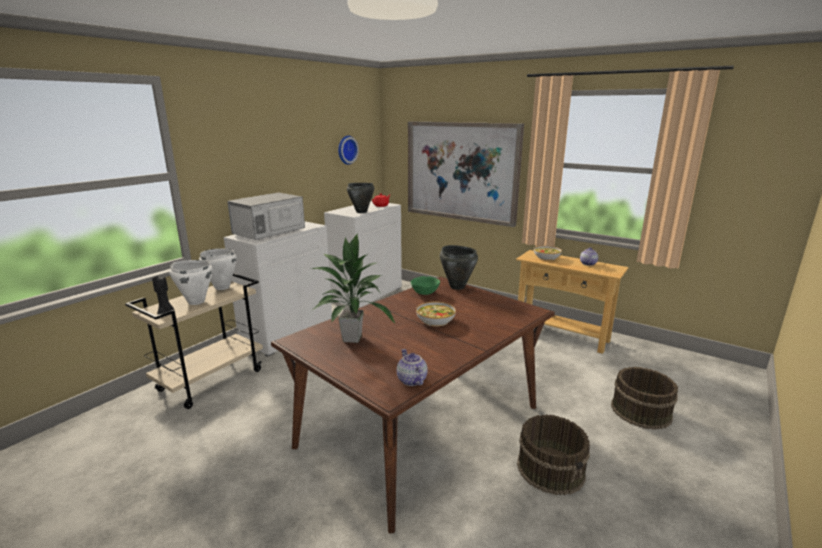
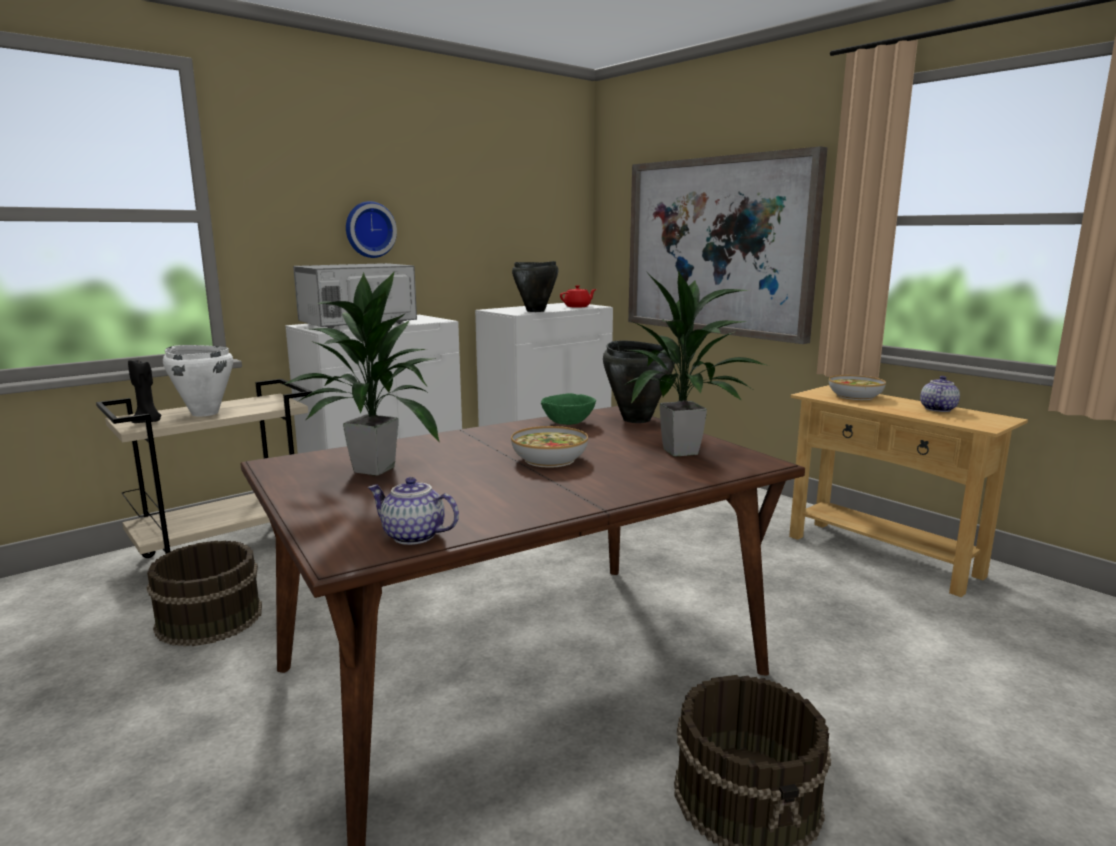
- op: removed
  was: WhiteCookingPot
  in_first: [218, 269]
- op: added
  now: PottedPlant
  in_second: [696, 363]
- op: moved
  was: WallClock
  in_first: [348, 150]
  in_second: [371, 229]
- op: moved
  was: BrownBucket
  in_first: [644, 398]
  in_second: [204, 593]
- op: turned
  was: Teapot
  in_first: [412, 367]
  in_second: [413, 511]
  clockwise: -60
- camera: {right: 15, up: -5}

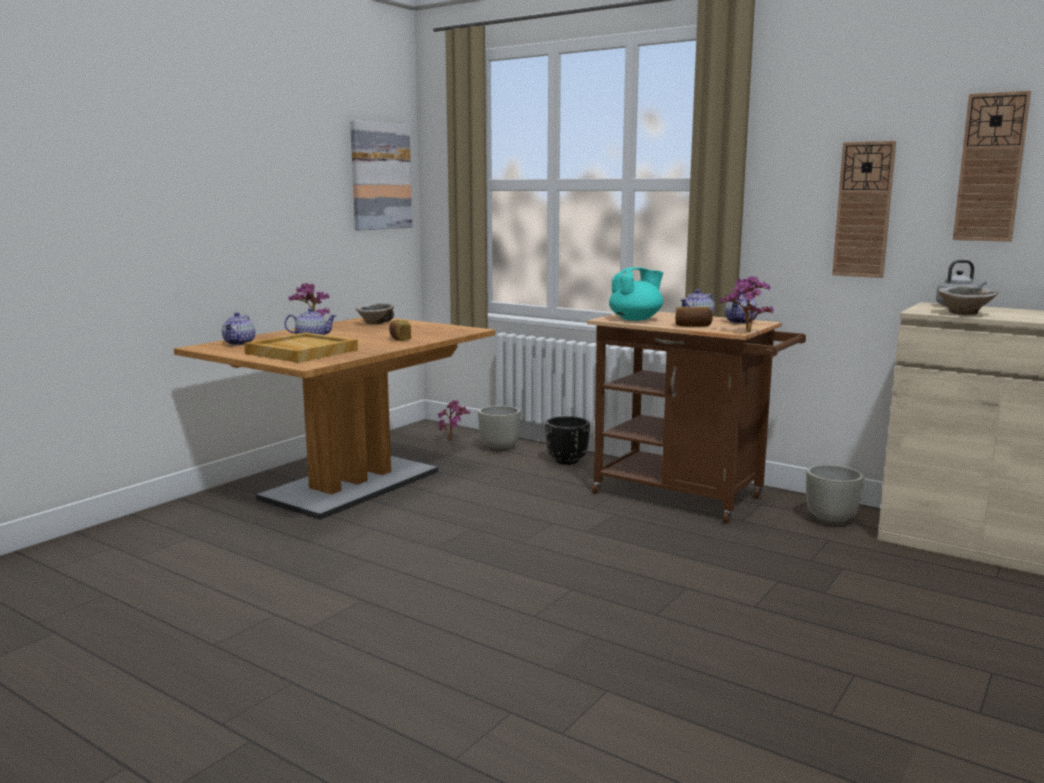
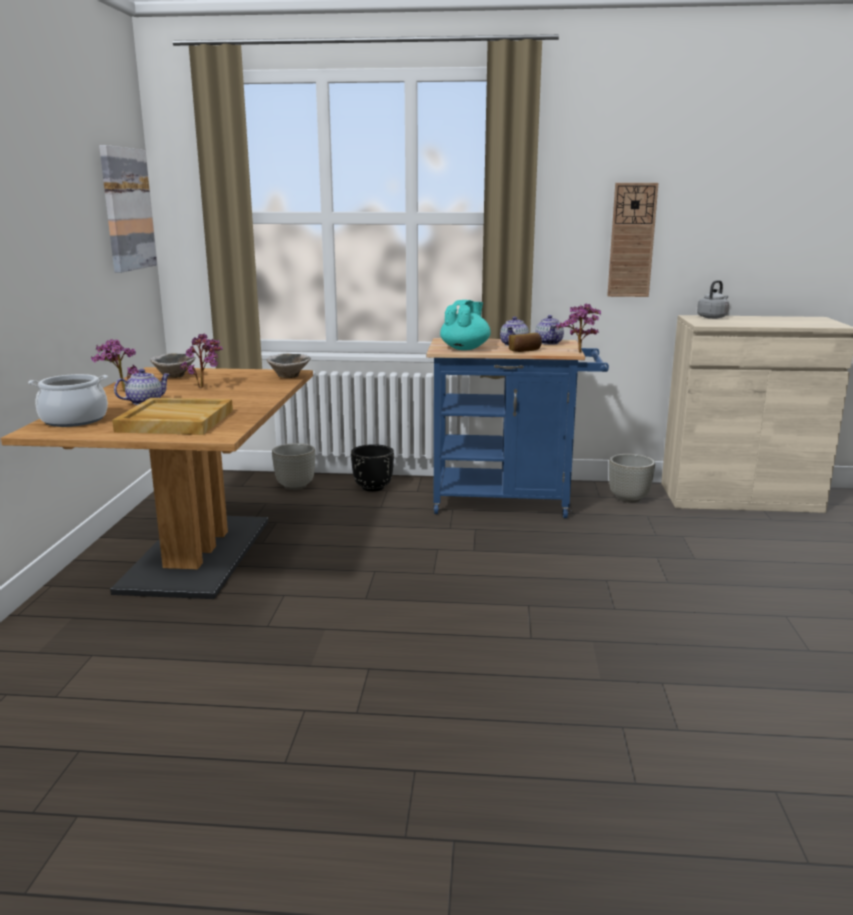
- op: removed
  was: Bread
  in_first: [400, 330]
- op: removed
  was: WallClock
  in_first: [992, 166]
- op: moved
  was: PottedPlant
  in_first: [454, 420]
  in_second: [201, 361]
- op: moved
  was: Bowl
  in_first: [968, 301]
  in_second: [288, 365]
- op: replaced
  was: Teapot
  now: CookingPot
  in_first: [238, 328]
  in_second: [68, 400]
- op: recoloured
  was: BrownCart
  now: BlueCart
  in_first: [696, 418]
  in_second: [517, 428]
- camera: {right: -30, up: 5}

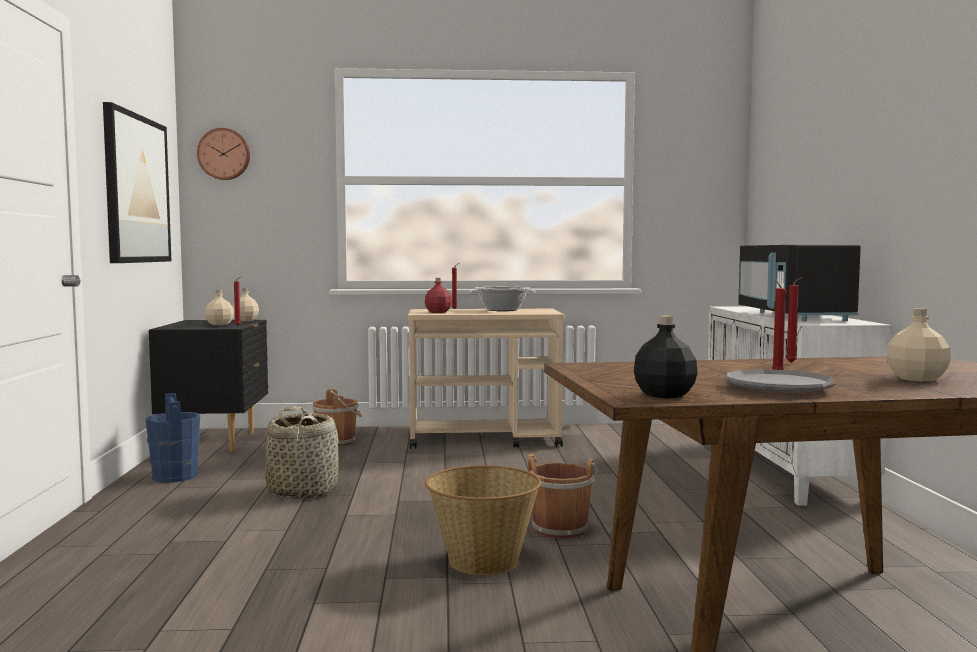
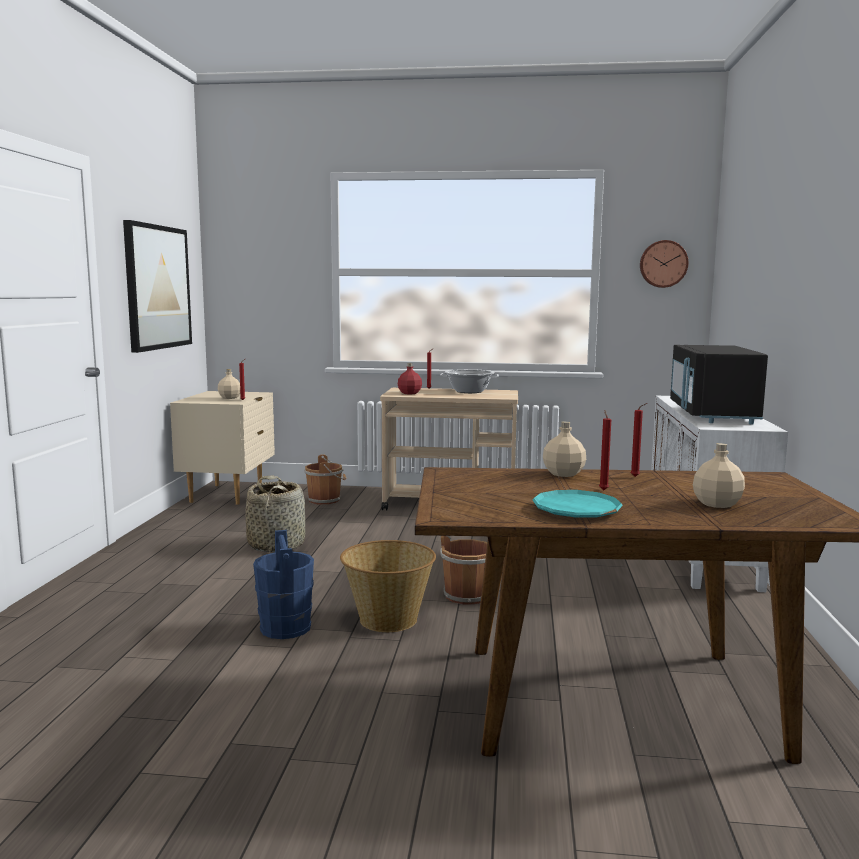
- op: removed
  was: BlackBottle
  in_first: [666, 357]
- op: moved
  was: BlueBucket
  in_first: [173, 437]
  in_second: [283, 584]
- op: moved
  was: WallClock
  in_first: [223, 154]
  in_second: [664, 264]
- op: moved
  was: BeigeBottle
  in_first: [246, 305]
  in_second: [564, 449]
- op: recoloured
  was: BlackNightstand
  now: BeigeNightstand
  in_first: [208, 386]
  in_second: [222, 448]
- op: recoloured
  was: GreyPlate
  now: TurquoisePlate
  in_first: [780, 381]
  in_second: [578, 504]
- camera: {right: 10, up: 5}

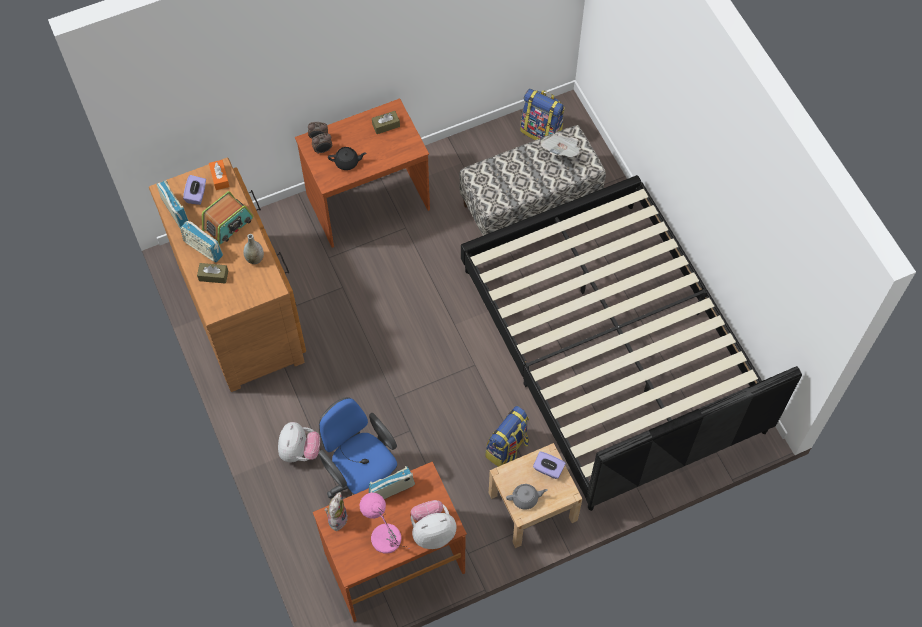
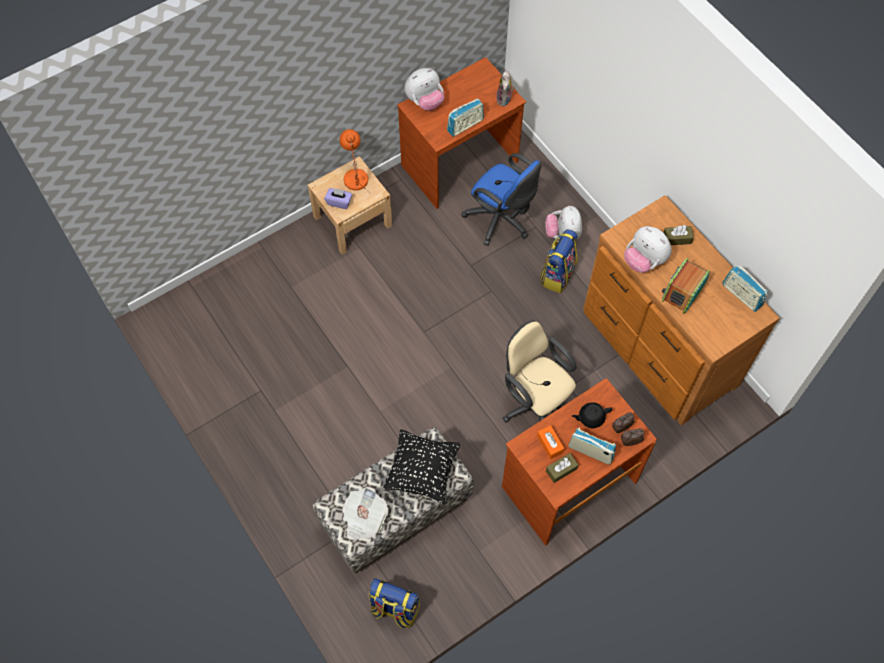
- op: removed
  was: PurpleTissueBox
  in_first: [194, 190]
- op: removed
  was: PinkTableLamp
  in_first: [384, 523]
- op: removed
  was: BlackBed
  in_first: [631, 343]
- op: added
  now: BlackPillow
  in_second: [421, 466]
- op: added
  now: BeigeOfficeChair
  in_second: [540, 371]
- op: moved
  was: Radio
  in_first: [201, 241]
  in_second: [592, 446]
- op: moved
  was: OrangeTissueBox
  in_first: [219, 175]
  in_second: [550, 442]
- op: moved
  was: Backpack
  in_first: [507, 436]
  in_second: [559, 261]
- op: replaced
  was: GreyVase
  now: PlushToy
  in_first: [254, 249]
  in_second: [648, 249]
- op: replaced
  was: GreyTeapot
  now: OrangeTableLamp
  in_first: [527, 497]
  in_second: [354, 160]
- camera: {right: 170, up: 0}

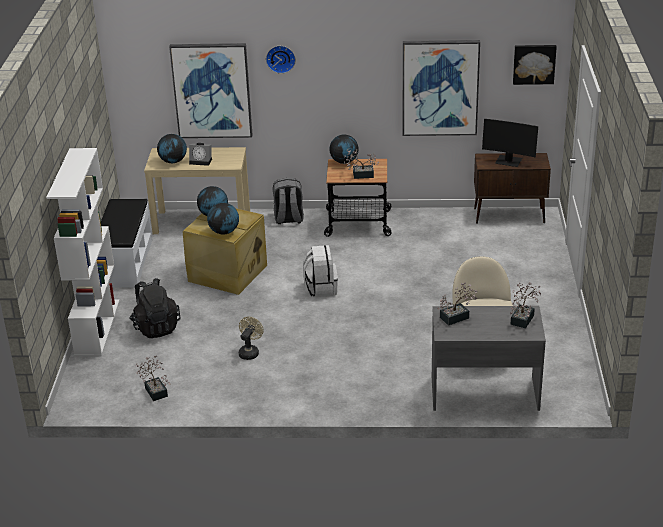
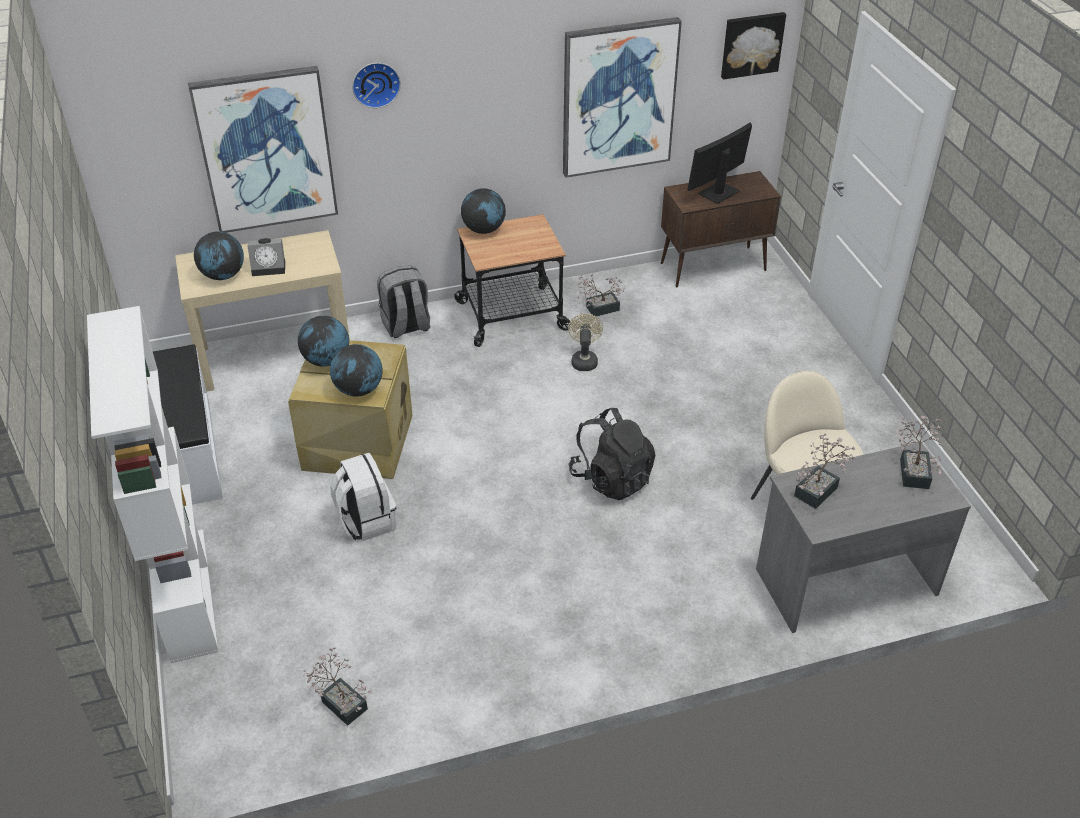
- op: moved
  was: BlackBackpack
  in_first: [154, 308]
  in_second: [612, 454]
- op: moved
  was: BeigeFan
  in_first: [251, 338]
  in_second: [585, 342]
- op: moved
  was: WhiteBackpack
  in_first: [320, 271]
  in_second: [364, 497]
- op: moved
  was: PottedPlant
  in_first: [361, 164]
  in_second: [601, 295]
- op: turned
  was: Monitor
  in_first: [510, 143]
  in_second: [719, 163]
  clockwise: 135
- camera: {right: -20, up: 10}

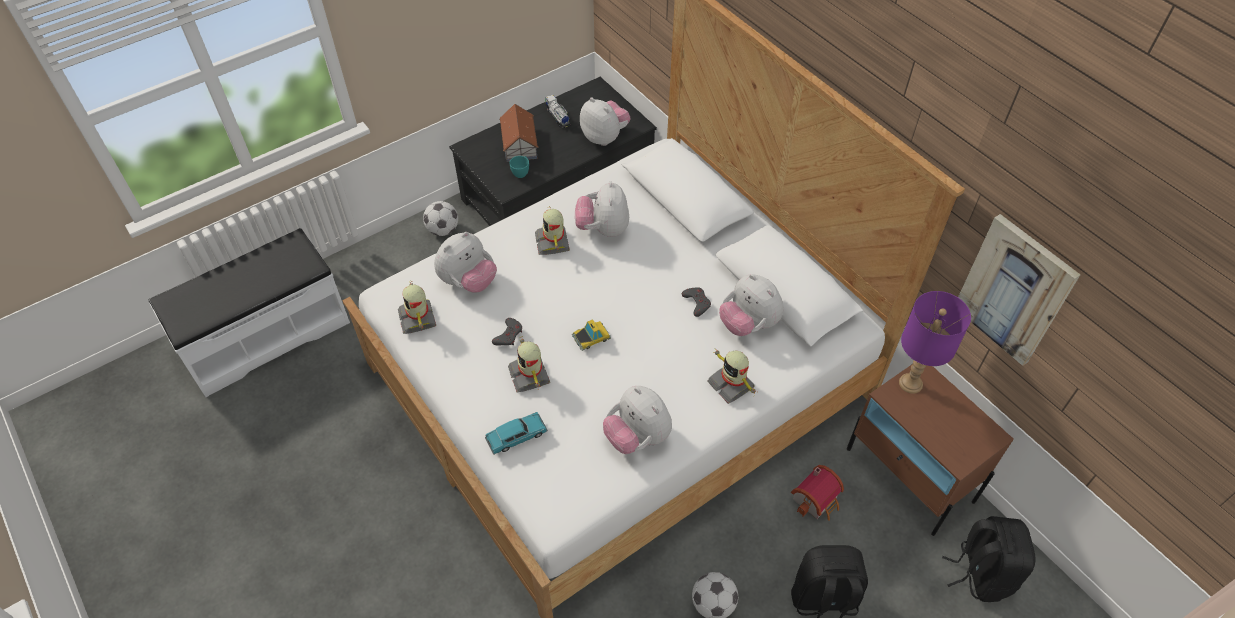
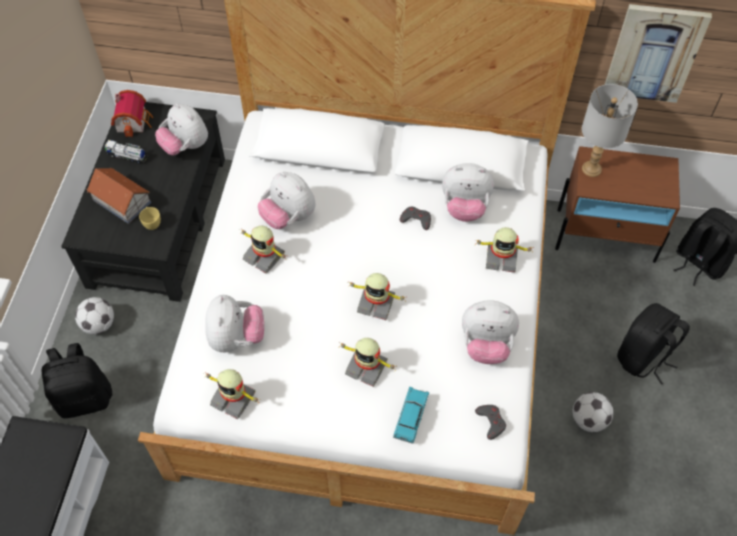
- op: added
  now: BlackBackpack
  in_second: [77, 380]
- op: moved
  was: GreyGameController
  in_first: [507, 331]
  in_second: [490, 422]
- op: moved
  was: ToyHouse
  in_first: [817, 493]
  in_second: [132, 113]
- op: replaced
  was: ToyCar
  now: ToyRobot
  in_first: [591, 335]
  in_second: [377, 296]
- op: recoloured
  was: TurquoiseCup
  now: YellowCup
  in_first: [519, 167]
  in_second: [150, 218]
- op: recoloured
  was: PurpleTableLamp
  now: GreyTableLamp
  in_first: [935, 342]
  in_second: [610, 130]
- op: turned
  was: PlushToy
  in_first: [605, 122]
  in_second: [181, 129]
  clockwise: -135
- camera: {right: -45, up: 5}

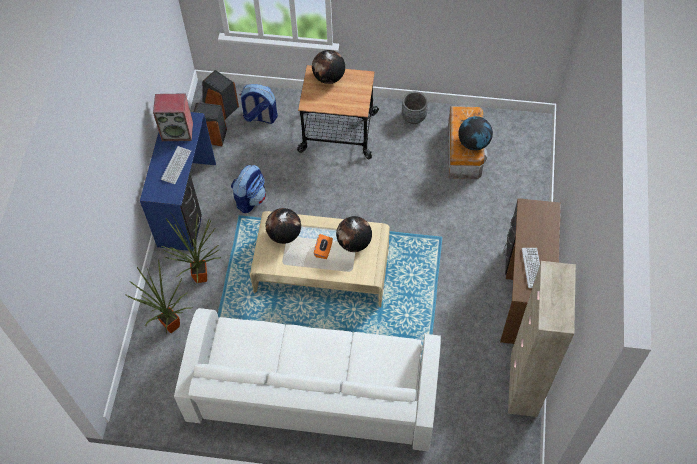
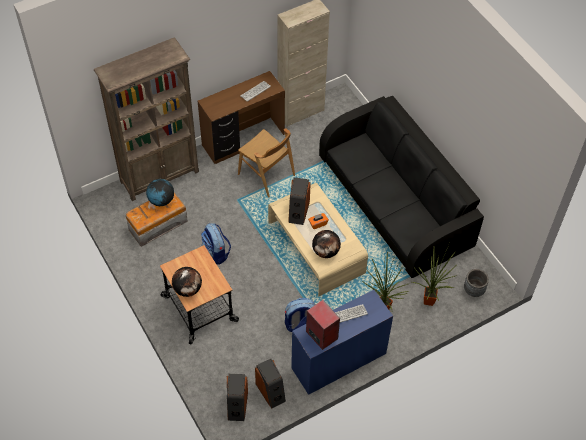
- op: added
  now: BrownBookcase
  in_second: [146, 119]
- op: added
  now: BrownChair
  in_second: [266, 163]
- op: moved
  was: Backpack
  in_first: [259, 104]
  in_second: [216, 244]
- op: moved
  was: GreyPlanter
  in_first: [415, 107]
  in_second: [476, 283]
- op: replaced
  was: Globe
  now: Speaker
  in_first: [354, 234]
  in_second: [299, 201]
- op: recoloured
  was: WhiteSofa
  now: BlackSofa
  in_first: [307, 379]
  in_second: [401, 187]
- camera: {right: -130, up: -5}

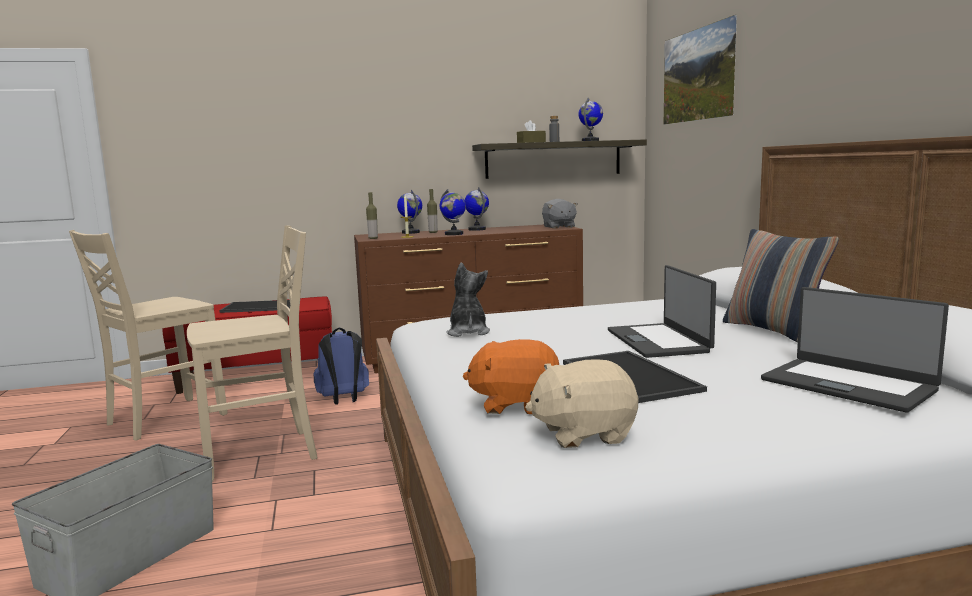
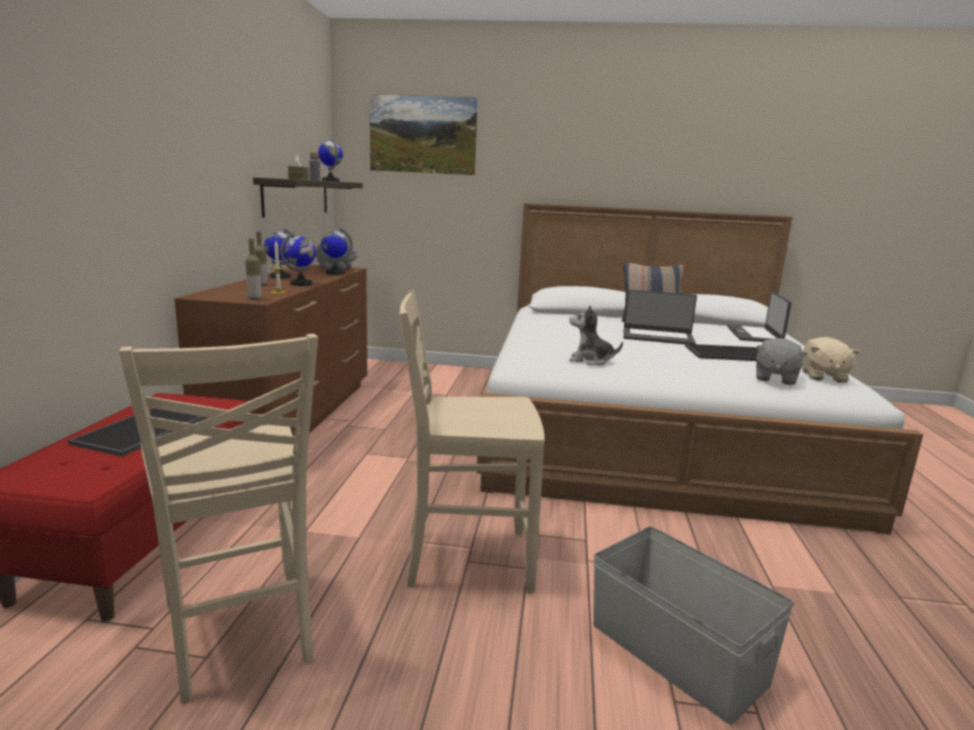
- op: removed
  was: BlueBackpack
  in_first: [341, 366]
- op: moved
  was: Globe
  in_first: [409, 212]
  in_second: [337, 251]
- op: recoloured
  was: OrangePlushToy
  now: GreyPlushToy
  in_first: [511, 376]
  in_second: [782, 361]
- op: turned
  was: BeigeChair
  in_first: [252, 353]
  in_second: [472, 442]
  clockwise: -90
- op: turned
  was: Laptop
  in_first: [855, 350]
  in_second: [759, 316]
  clockwise: 120
- camera: {right: -70, up: 5}

